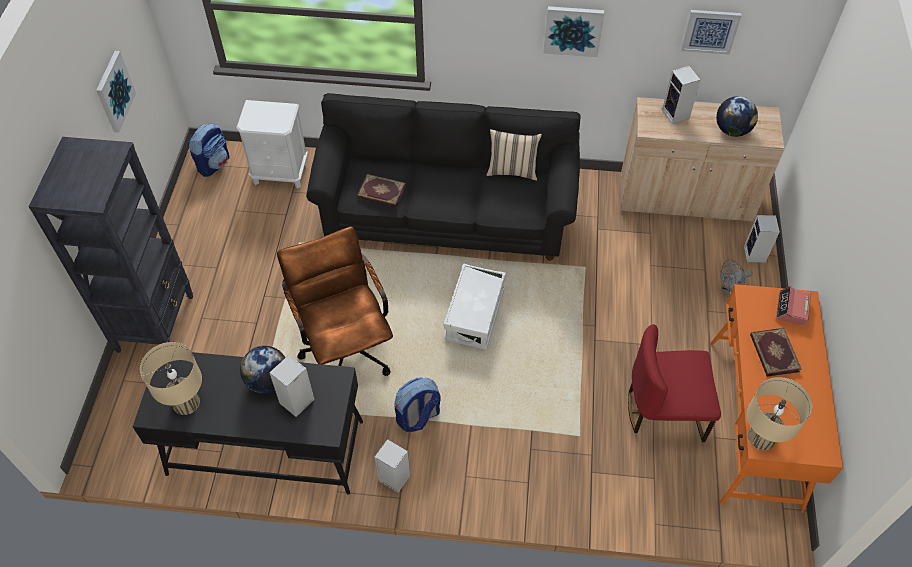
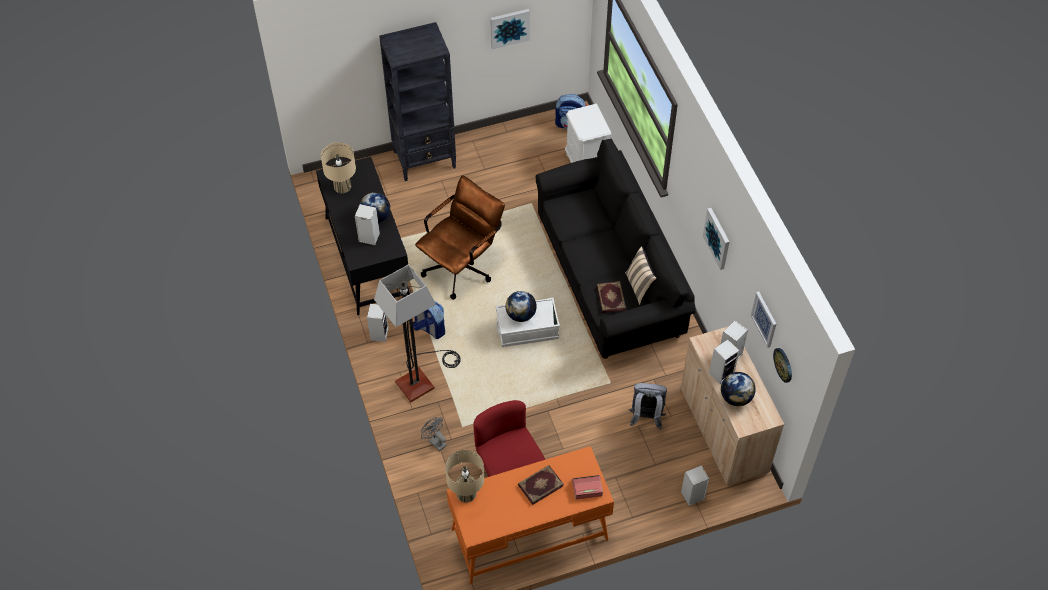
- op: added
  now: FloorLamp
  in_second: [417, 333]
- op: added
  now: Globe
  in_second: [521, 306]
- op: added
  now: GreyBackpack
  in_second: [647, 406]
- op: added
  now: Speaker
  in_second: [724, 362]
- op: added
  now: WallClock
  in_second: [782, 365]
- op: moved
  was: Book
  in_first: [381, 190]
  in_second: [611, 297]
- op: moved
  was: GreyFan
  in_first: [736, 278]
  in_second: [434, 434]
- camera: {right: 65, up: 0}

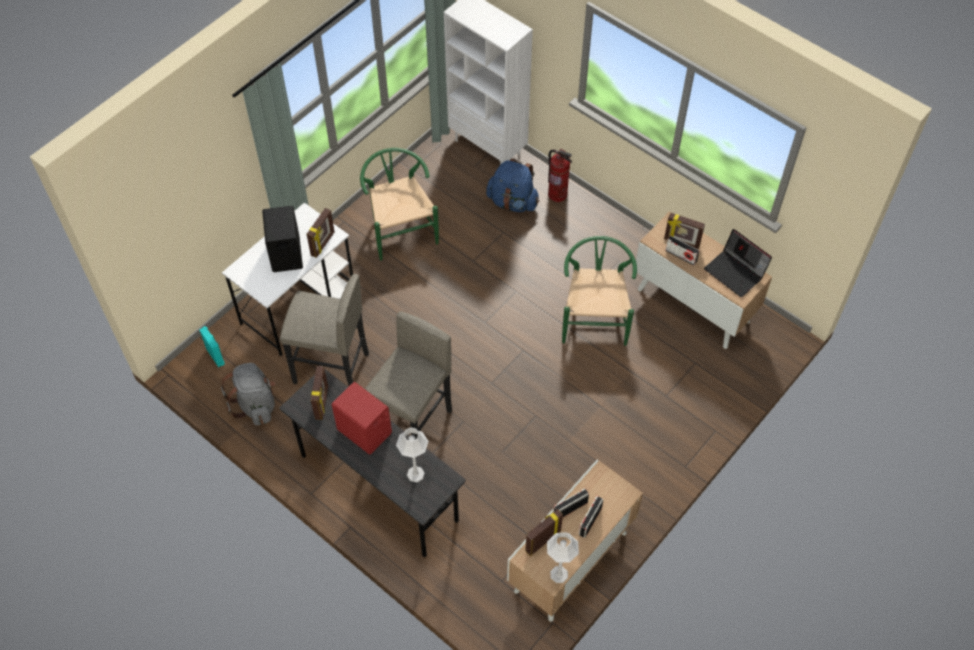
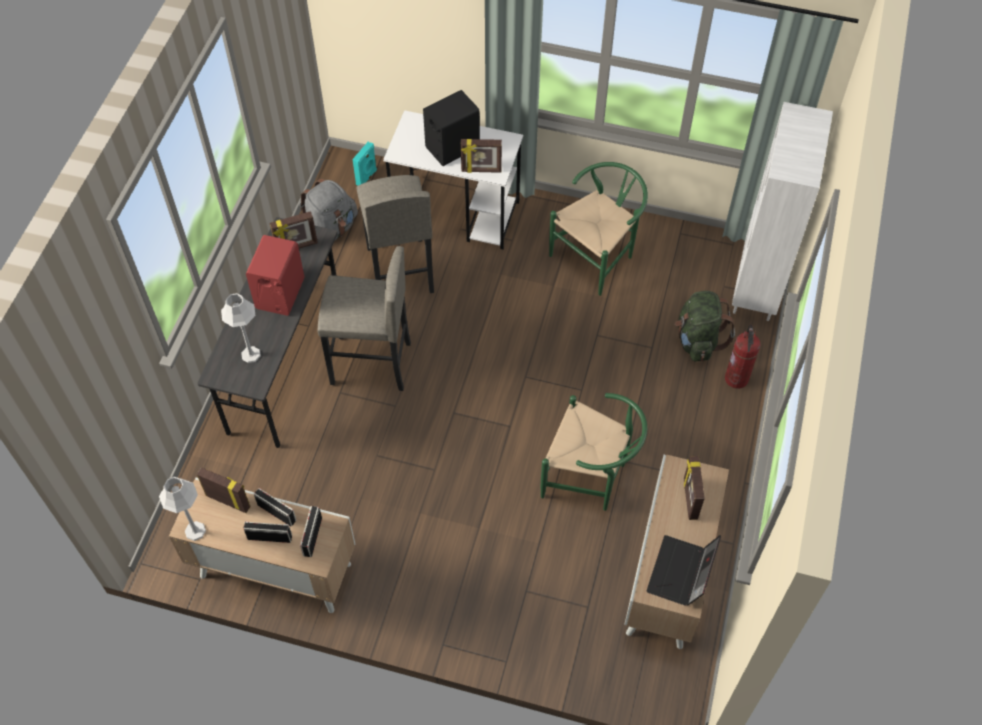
- op: moved
  was: Radio
  in_first: [682, 251]
  in_second: [311, 531]
- op: recoloured
  was: BlueBackpack
  now: GreenBackpack
  in_first: [512, 185]
  in_second: [705, 326]
- op: turned
  was: GreenChair
  in_first: [599, 291]
  in_second: [594, 452]
  clockwise: 45
- camera: {right: 65, up: 0}

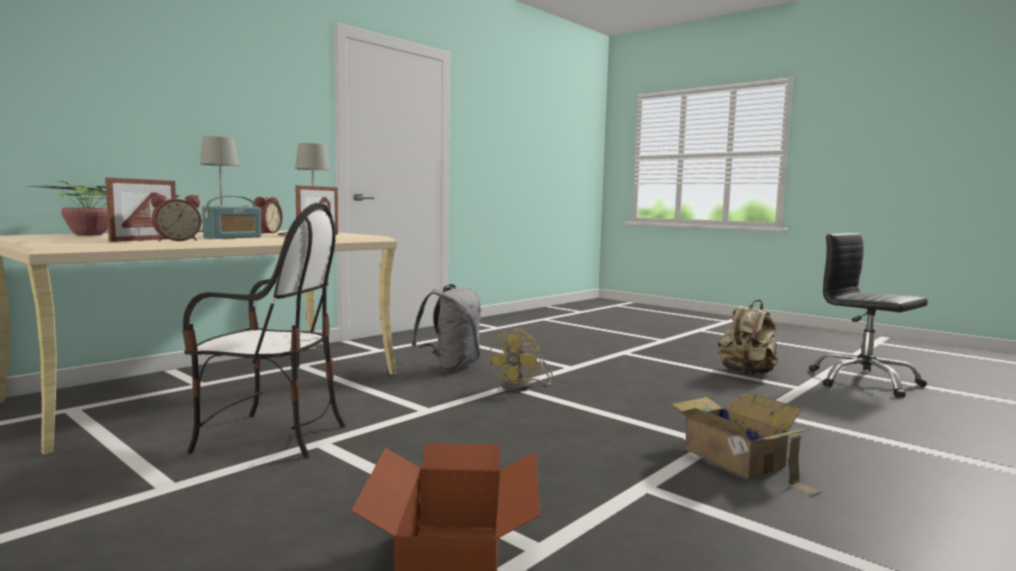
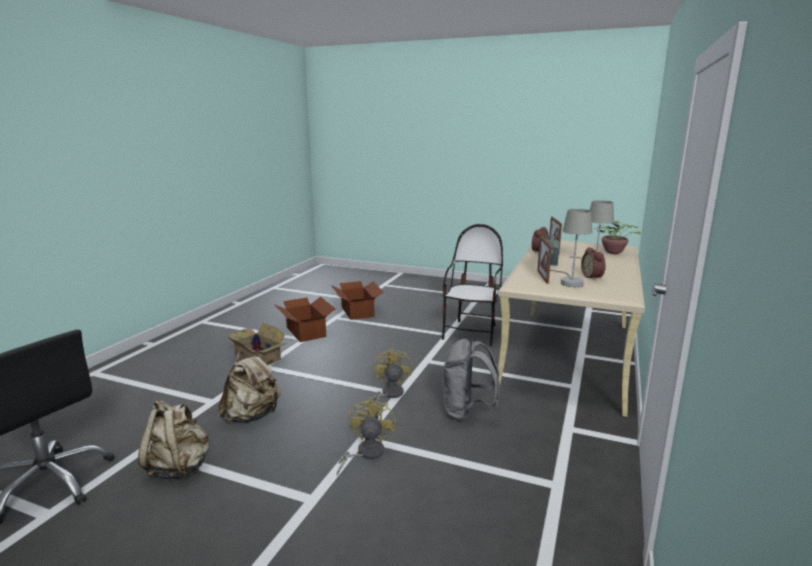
- op: added
  now: BeigeBackpack
  in_second: [249, 387]
- op: added
  now: CardboardBox
  in_second: [305, 319]
- op: added
  now: YellowFan
  in_second: [366, 436]
- op: turned
  was: Chair
  in_first: [264, 330]
  in_second: [472, 285]
  clockwise: 120
- camera: {right: 160, up: 10}

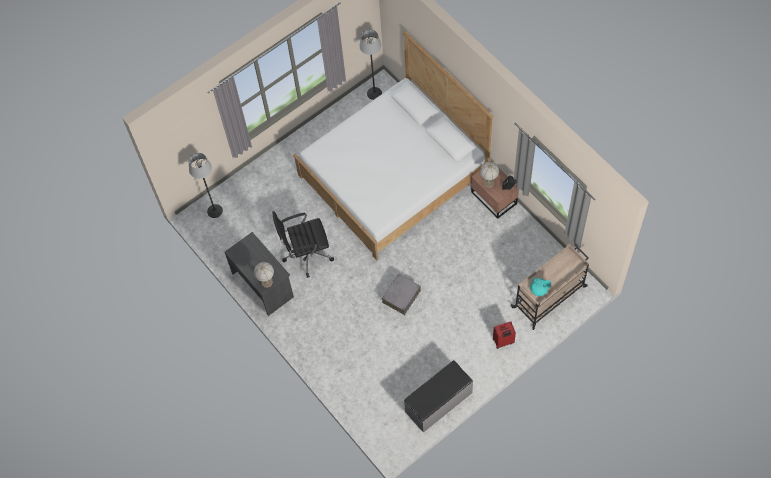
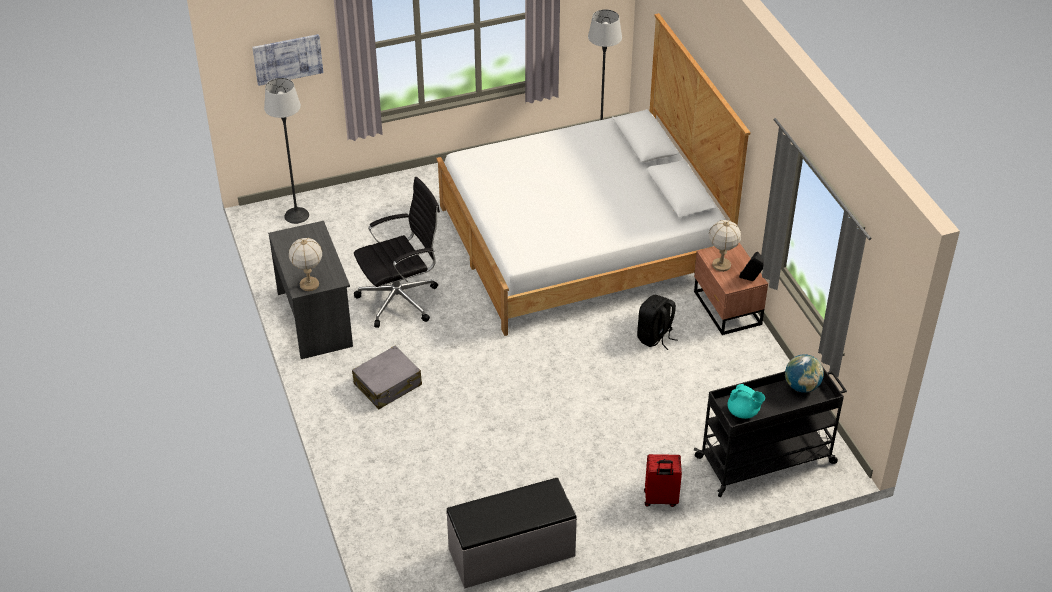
- op: added
  now: Picture
  in_second: [287, 60]
- op: added
  now: BlackBackpack
  in_second: [657, 322]
- op: added
  now: Globe
  in_second: [804, 373]
- op: moved
  was: GreySuitcase
  in_first: [401, 294]
  in_second: [387, 377]
- op: recoloured
  was: BeigeCart
  now: BlackCart
  in_first: [550, 287]
  in_second: [770, 430]
- op: turned
  was: BlackOfficeChair
  in_first: [303, 244]
  in_second: [397, 252]
  clockwise: 150
- camera: {right: 15, up: -20}

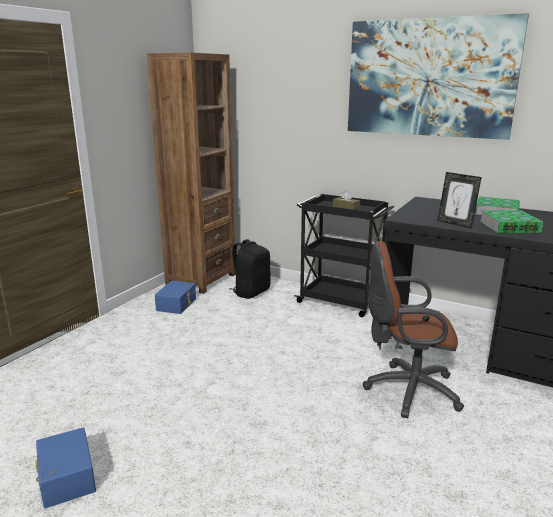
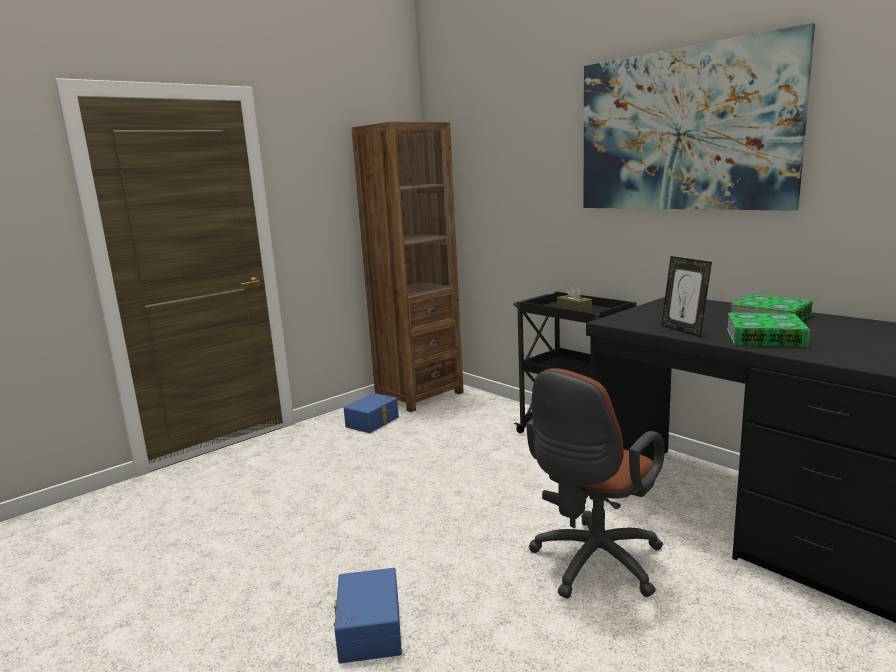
- op: removed
  was: BlackBackpack
  in_first: [250, 269]
- op: moved
  was: BlueStorageBox
  in_first: [65, 468]
  in_second: [368, 615]
- op: turned
  was: BrownOfficeChair
  in_first: [413, 329]
  in_second: [595, 483]
  clockwise: -75
- camera: {right: 20, up: -5}

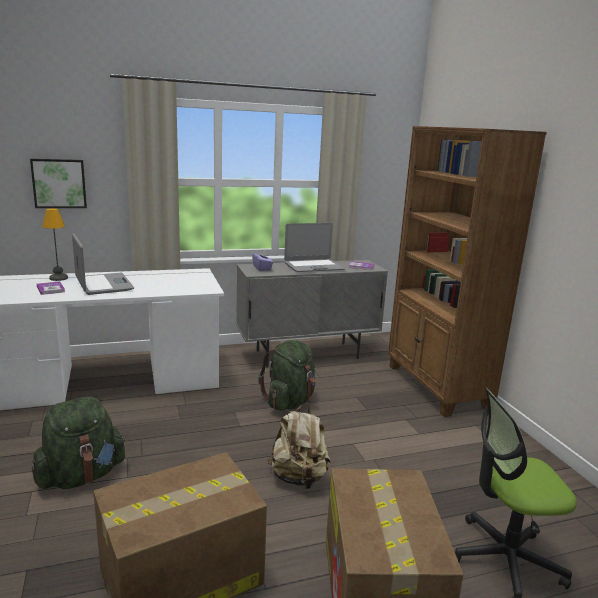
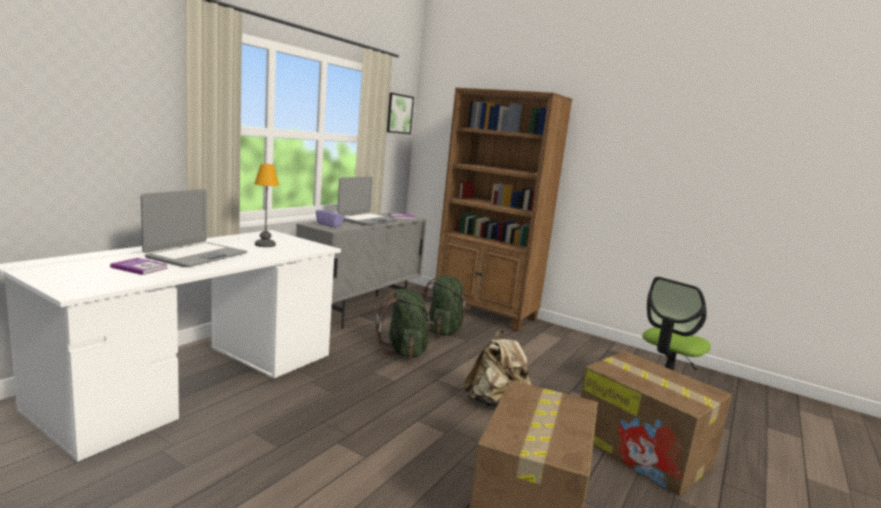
- op: moved
  was: Picture
  in_first: [58, 183]
  in_second: [400, 113]
- op: moved
  was: GreenBackpack
  in_first: [78, 443]
  in_second: [446, 305]
- op: moved
  was: TableLamp
  in_first: [55, 244]
  in_second: [266, 205]
- op: turned
  was: Laptop
  in_first: [103, 264]
  in_second: [194, 228]
  clockwise: 90
- camera: {right: -40, up: -5}

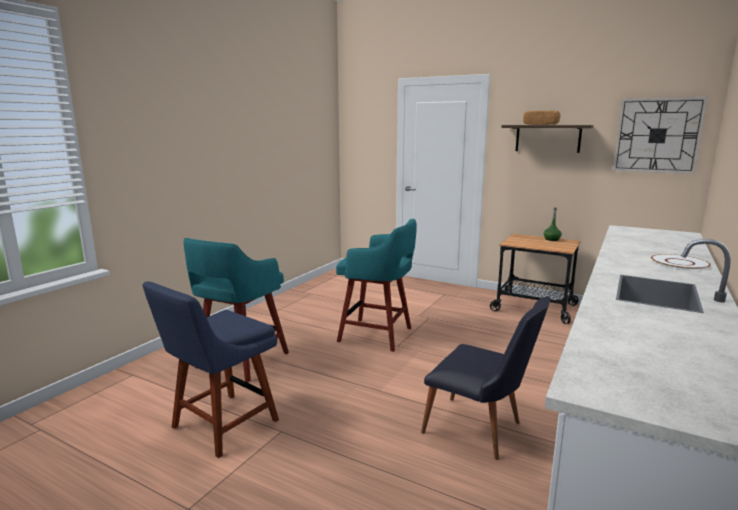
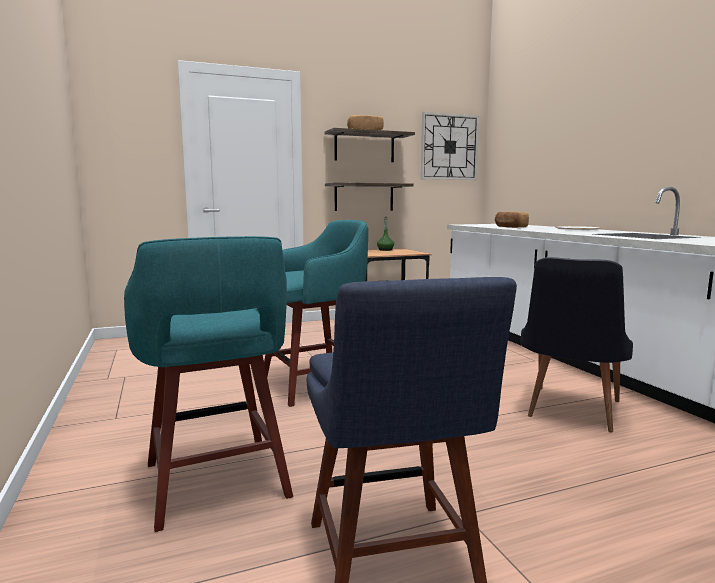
- op: added
  now: Shelf
  in_second: [369, 196]
- op: added
  now: Bread
  in_second: [512, 220]
- op: turned
  was: BlackChair
  in_first: [486, 378]
  in_second: [577, 344]
  clockwise: 135
- camera: {right: -50, up: -5}

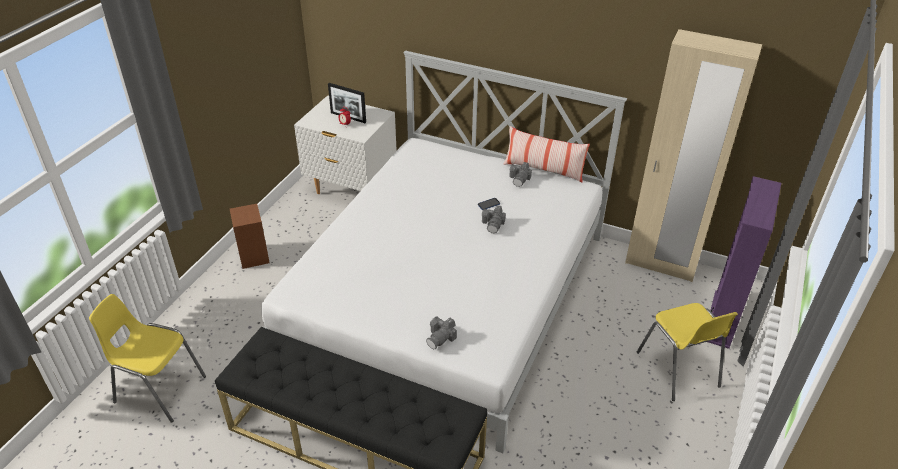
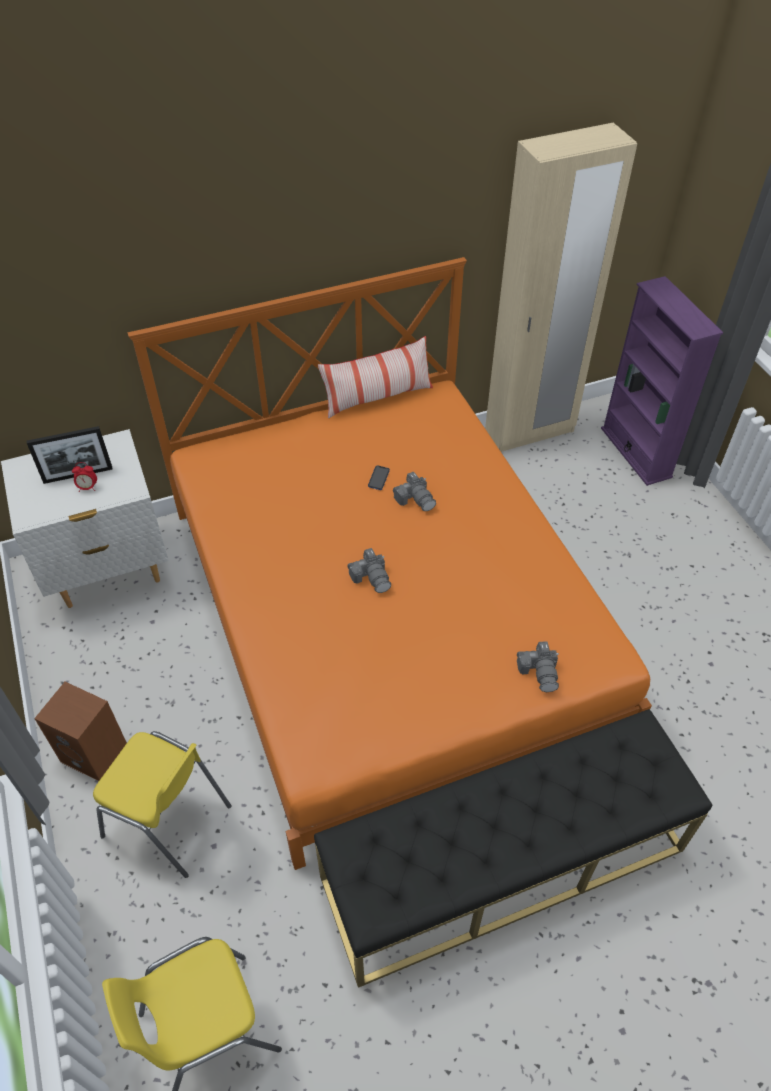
- op: moved
  was: PhotoCamera
  in_first: [520, 174]
  in_second: [369, 570]
- op: moved
  was: YellowChair
  in_first: [687, 352]
  in_second: [162, 804]
- op: recoloured
  was: WhiteBed
  now: OrangeBed
  in_first: [444, 251]
  in_second: [390, 563]
- camera: {right: -45, up: 10}

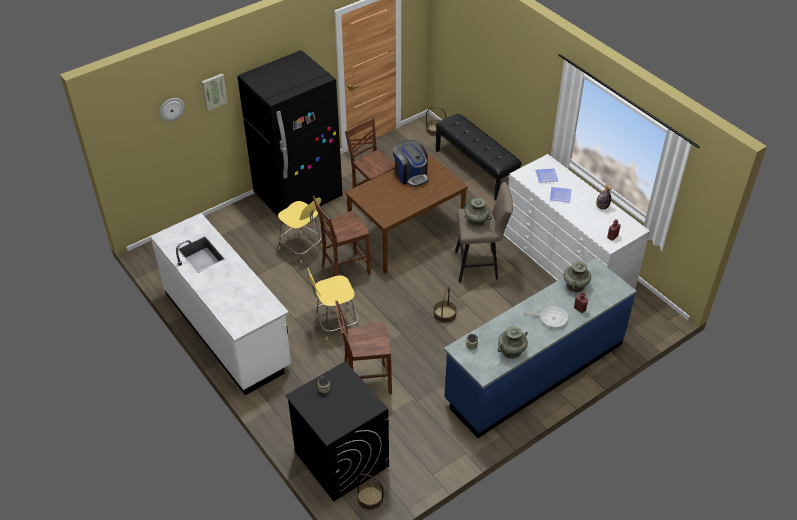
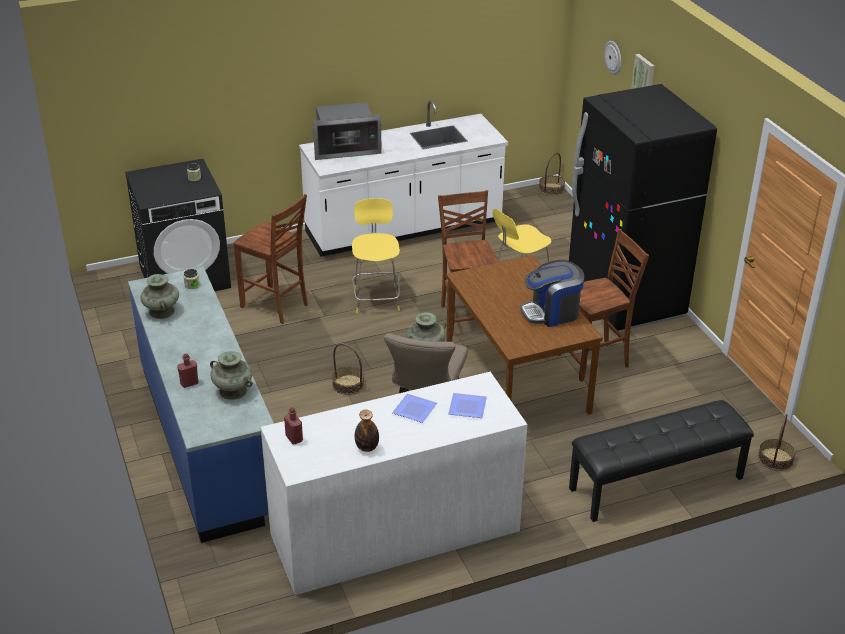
- op: removed
  was: FryingPan
  in_first: [546, 316]
- op: added
  now: Microwave
  in_second: [347, 131]
- op: moved
  was: Basket
  in_first: [370, 492]
  in_second: [552, 174]
- op: turned
  was: BrownChair
  in_first: [363, 348]
  in_second: [270, 259]
  clockwise: 120
- camera: {right: 105, up: -10}

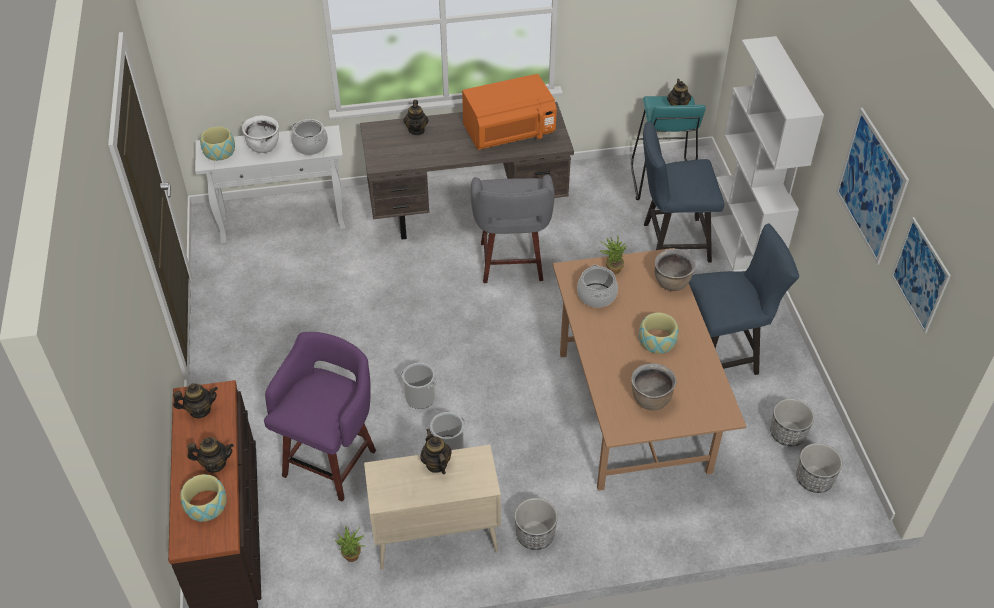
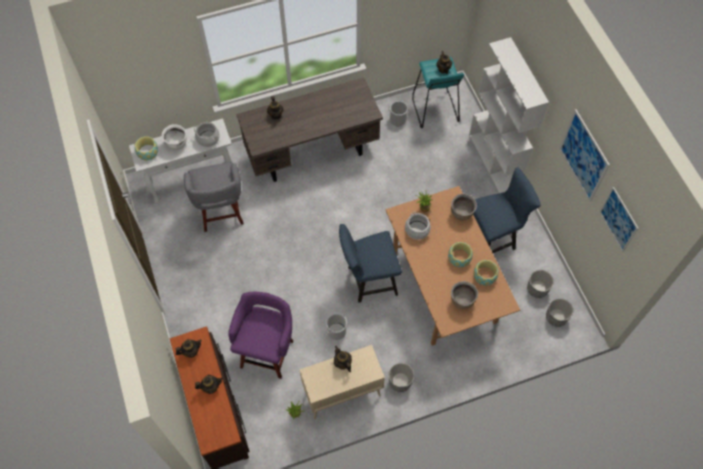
- op: removed
  was: OrangeMicrowave
  in_first: [509, 112]
- op: moved
  was: Bowl
  in_first: [203, 498]
  in_second: [486, 273]
- op: moved
  was: Bucket
  in_first: [418, 386]
  in_second: [399, 113]
- op: moved
  was: GreyStool
  in_first: [513, 228]
  in_second: [214, 197]
- op: moved
  was: BlueChair
  in_first: [683, 192]
  in_second: [370, 263]
- camera: {right: -10, up: 15}

